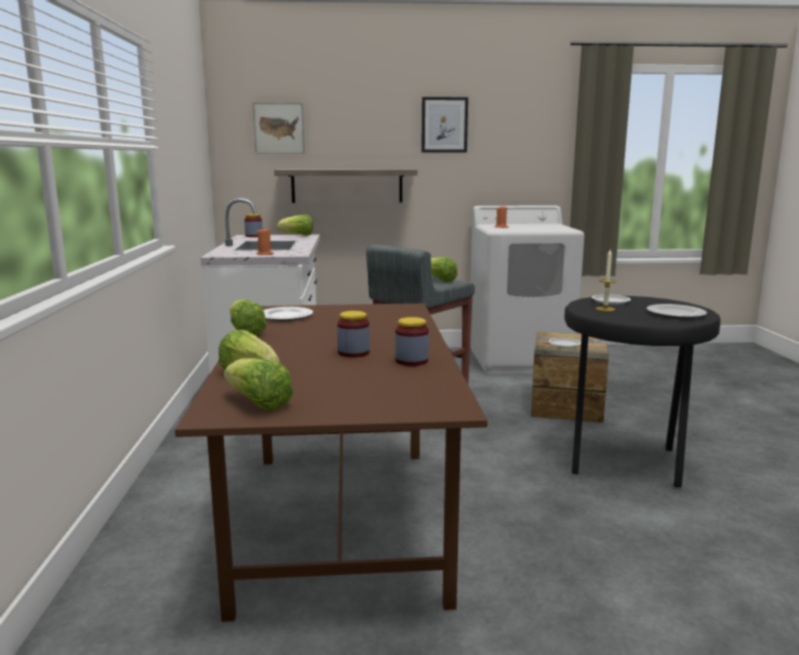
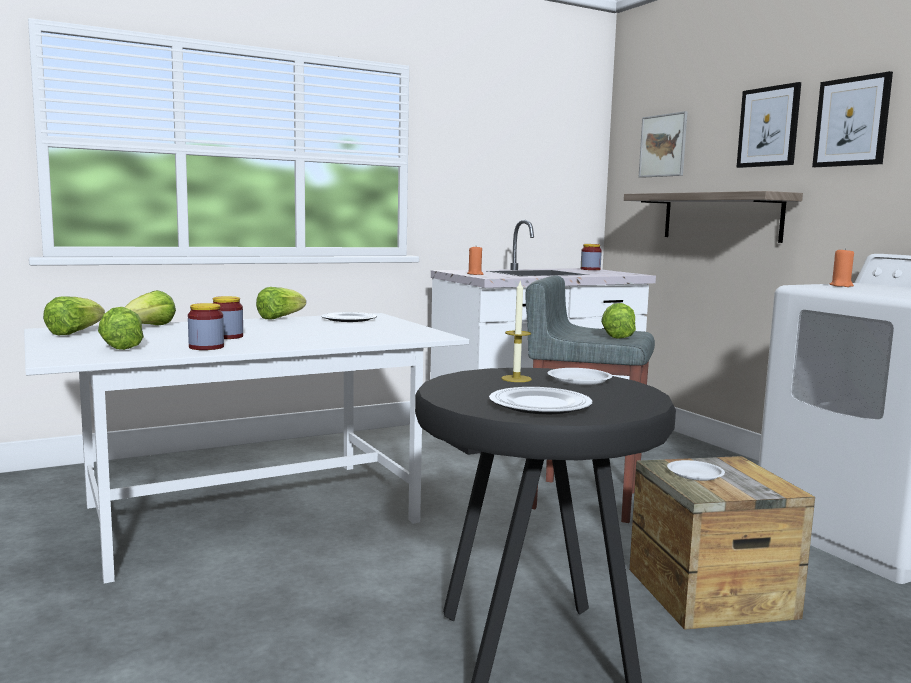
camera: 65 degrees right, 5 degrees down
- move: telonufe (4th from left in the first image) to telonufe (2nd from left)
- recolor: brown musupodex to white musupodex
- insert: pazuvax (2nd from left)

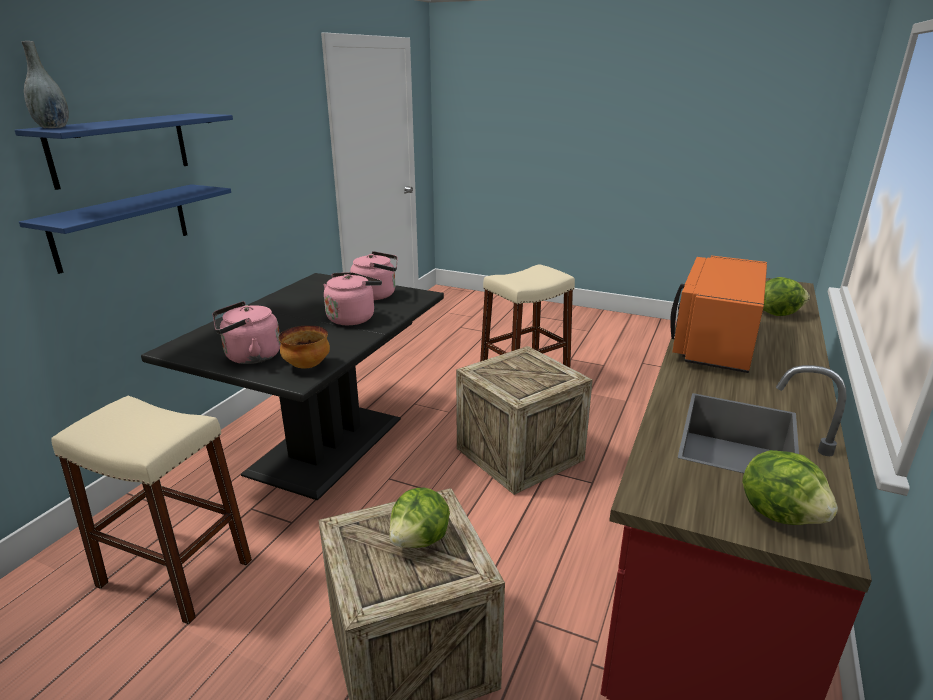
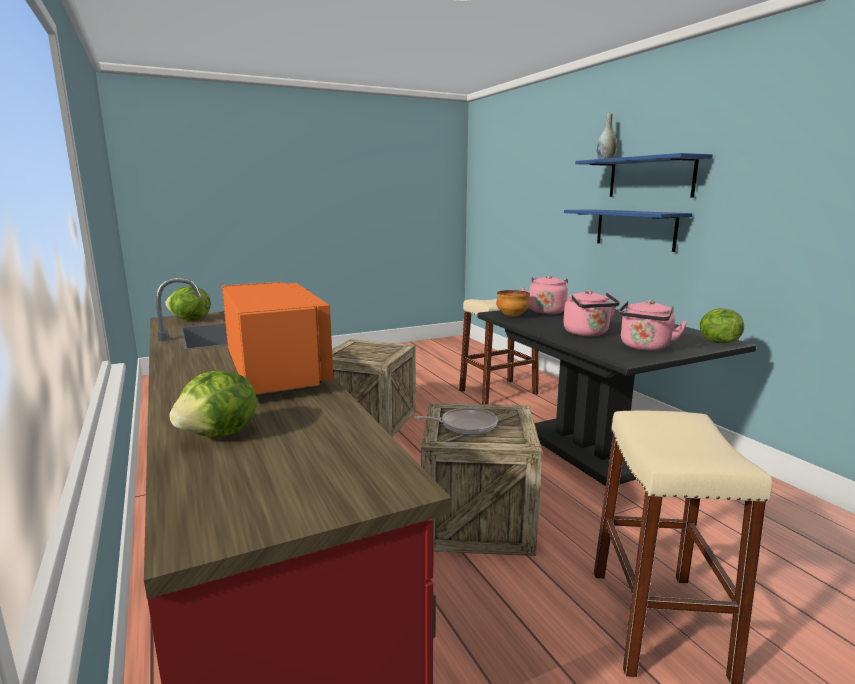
camera: 130 degrees right, 10 degrees down
- move: telonufe (1st from left in the first image) to telonufe (3rd from left)
- insert: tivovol

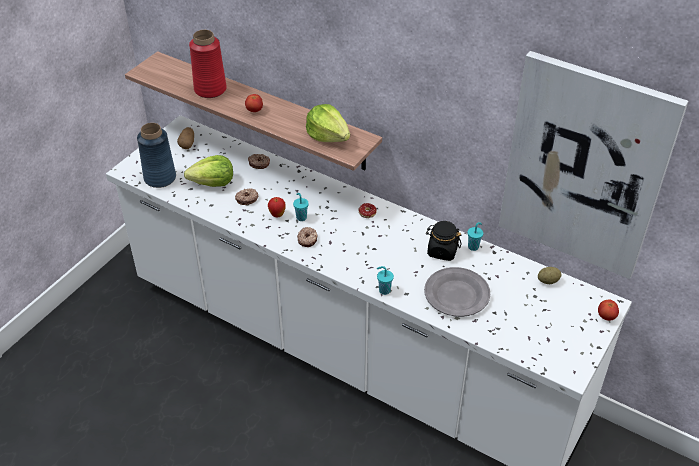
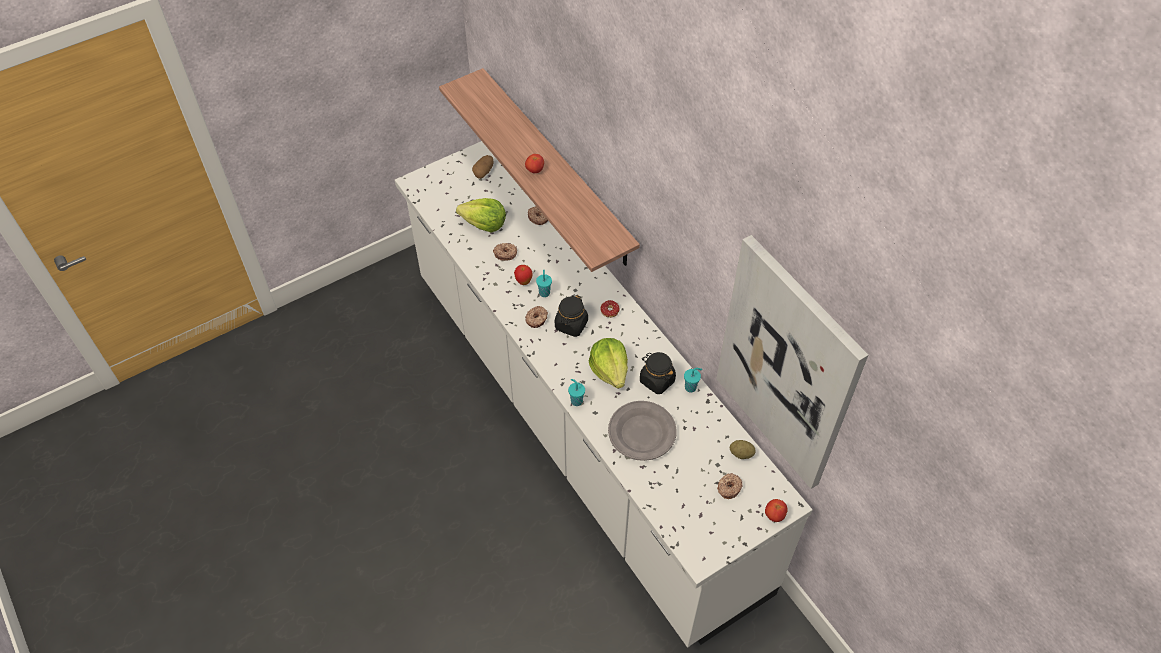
camera: 25 degrees right, 10 degrees up
- delete: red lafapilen
- move: telonufe (2nd from left)
- delete: blue lafapilen
- insert: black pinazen (1st from left)
- insert: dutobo (5th from left)

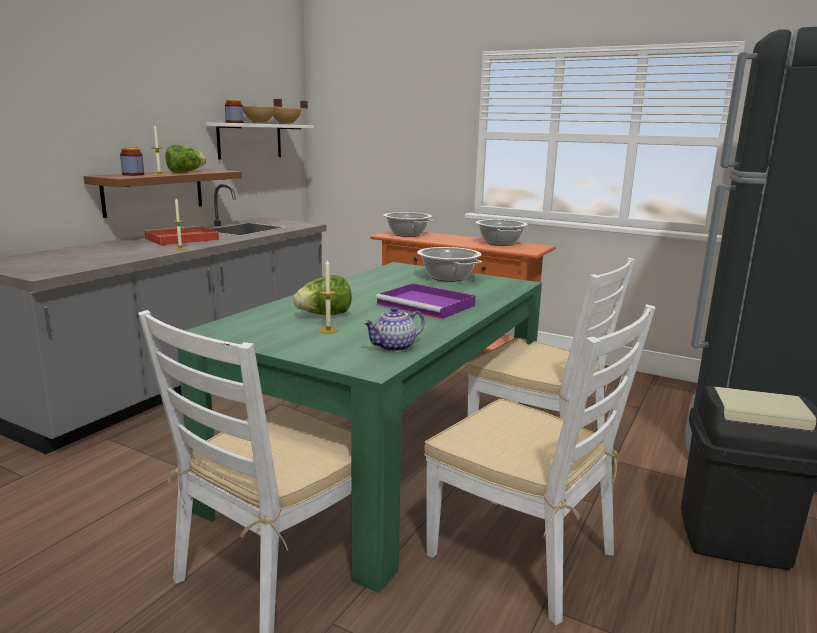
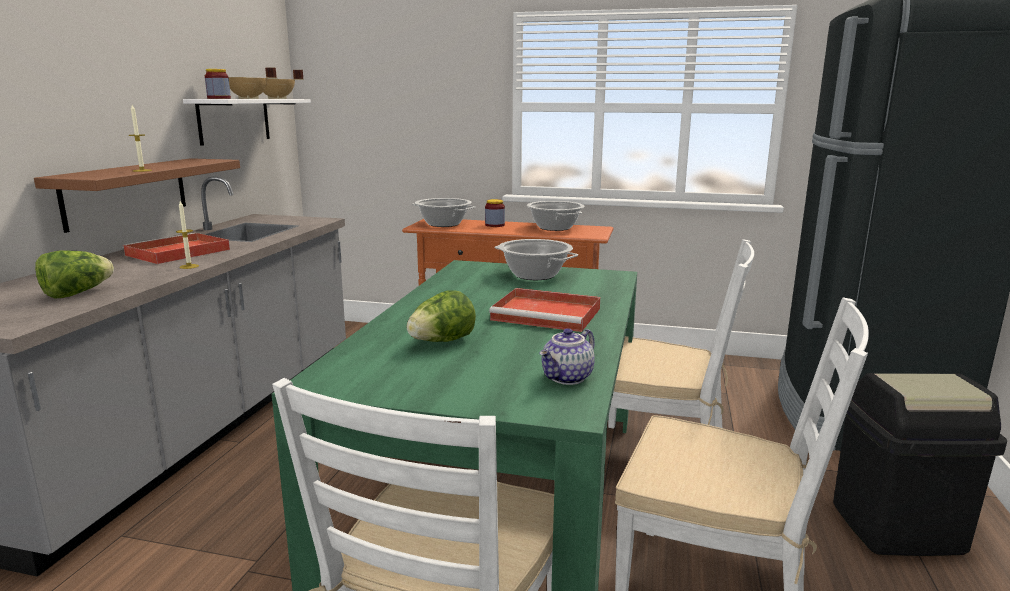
camera: 15 degrees left, 0 degrees up
- move: telonufe (1st from left)
- move: pinazen (1st from left in the first image) to pinazen (2nd from left)
- delete: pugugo (3rd from left)
- recolor: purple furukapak to red furukapak (2nd from left)

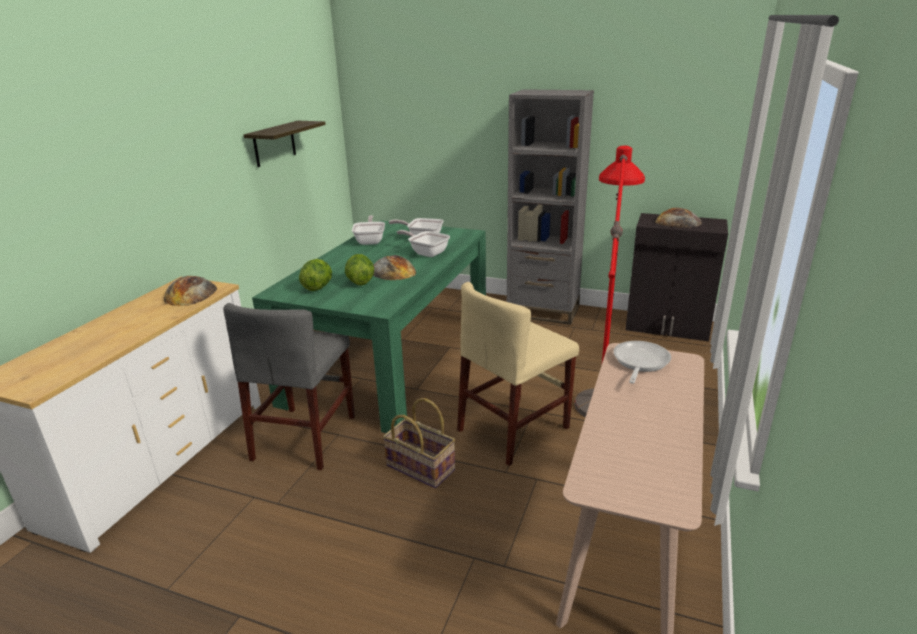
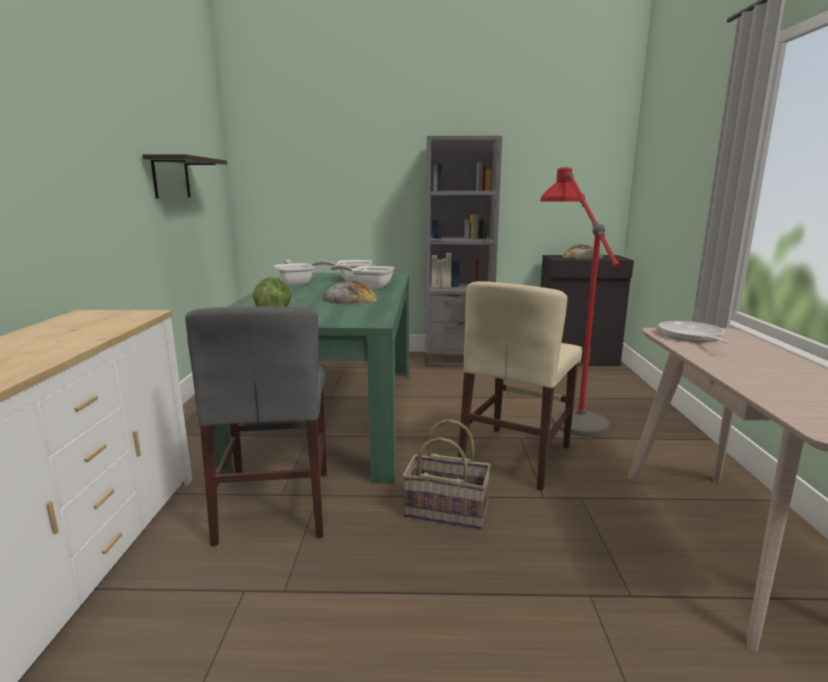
camera: 20 degrees left, 10 degrees down
- delete: telonufe (2nd from left)
- delete: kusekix (1st from left)

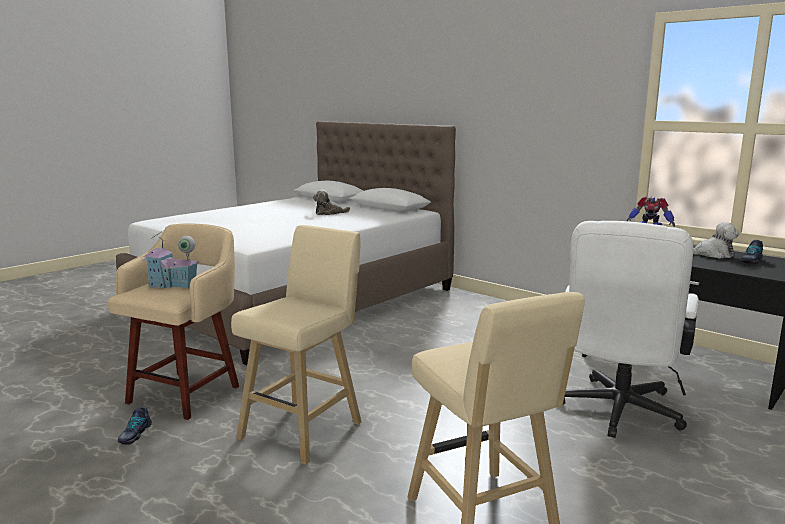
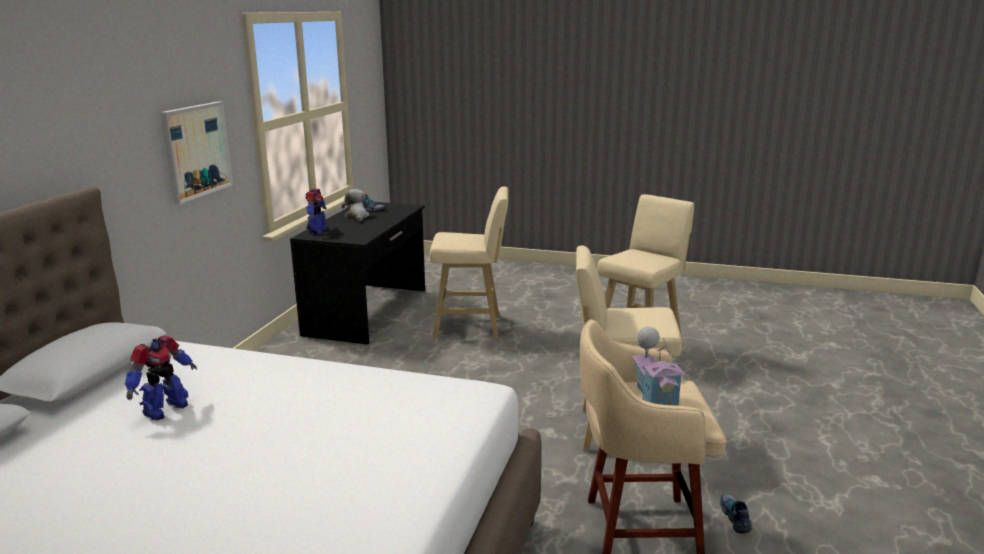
camera: 115 degrees left, 5 degrees up
- replace: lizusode (1st from left) to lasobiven (1st from left)
- replace: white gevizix to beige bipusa (1st from left)
- rotate: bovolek (1st from left in the first image) 75 degrees counterclockwise
- insert: pazuvax

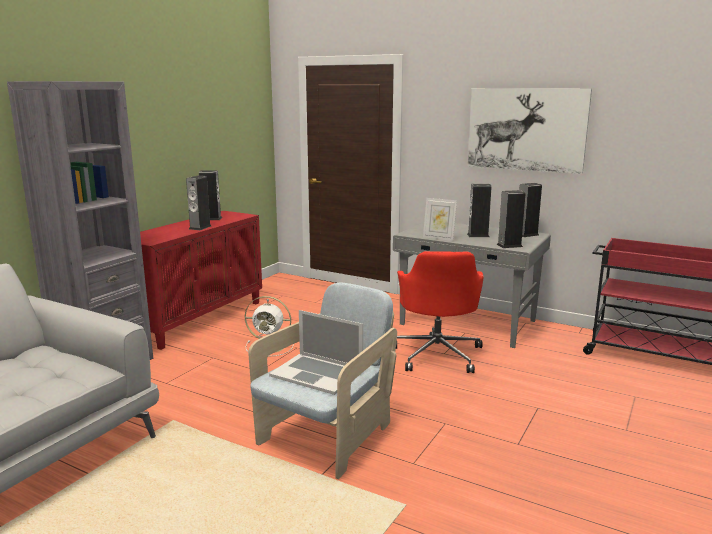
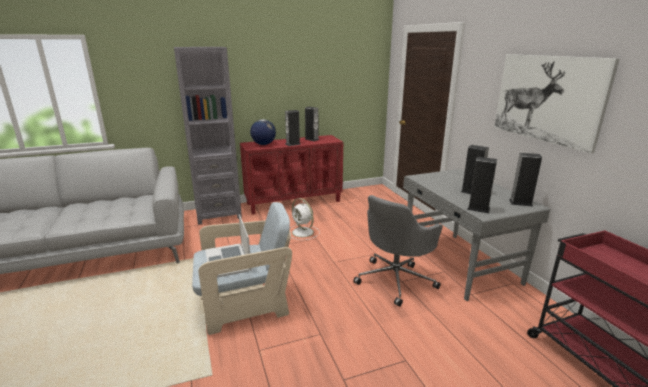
camera: 40 degrees right, 5 degrees up
- delete: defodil
- recolor: red gevizix to grey gevizix
- insert: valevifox

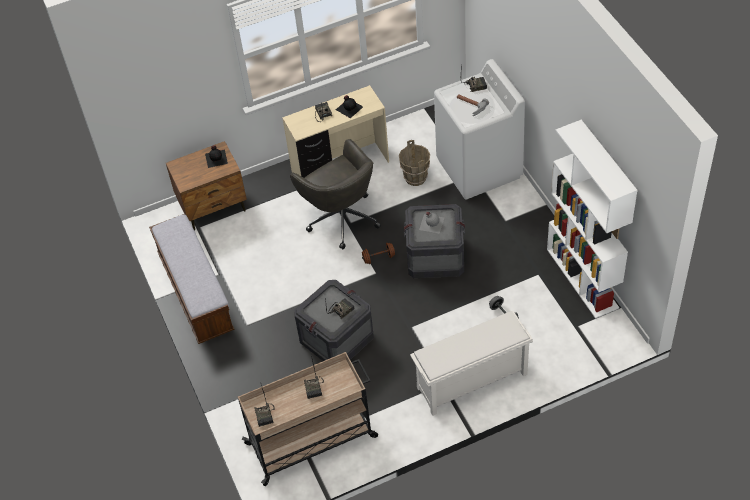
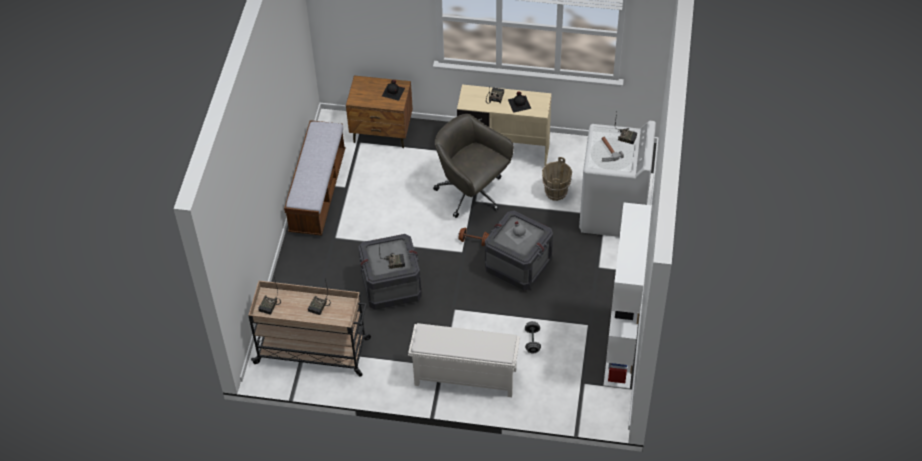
camera: 30 degrees right, 0 degrees up
- rotate: grey gevizix 135 degrees clockwise

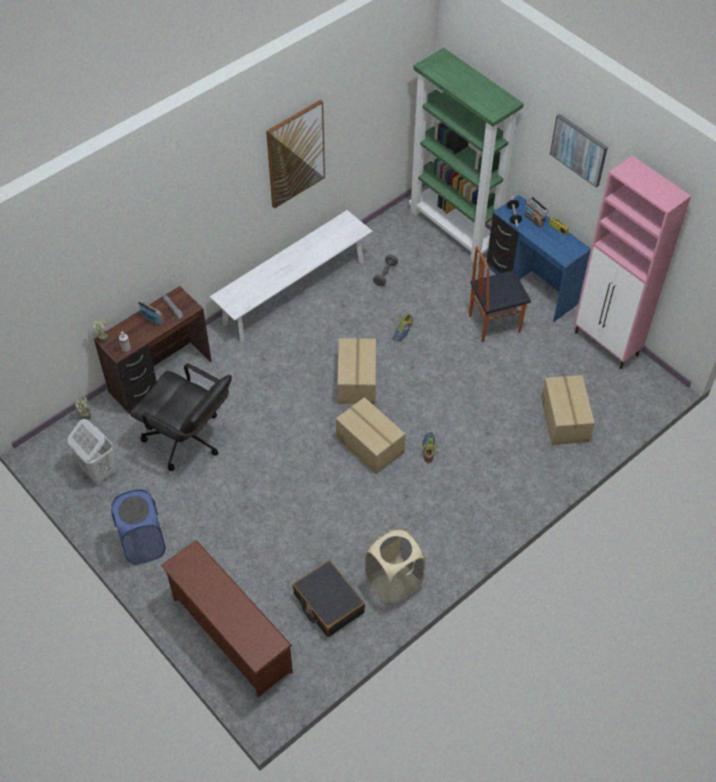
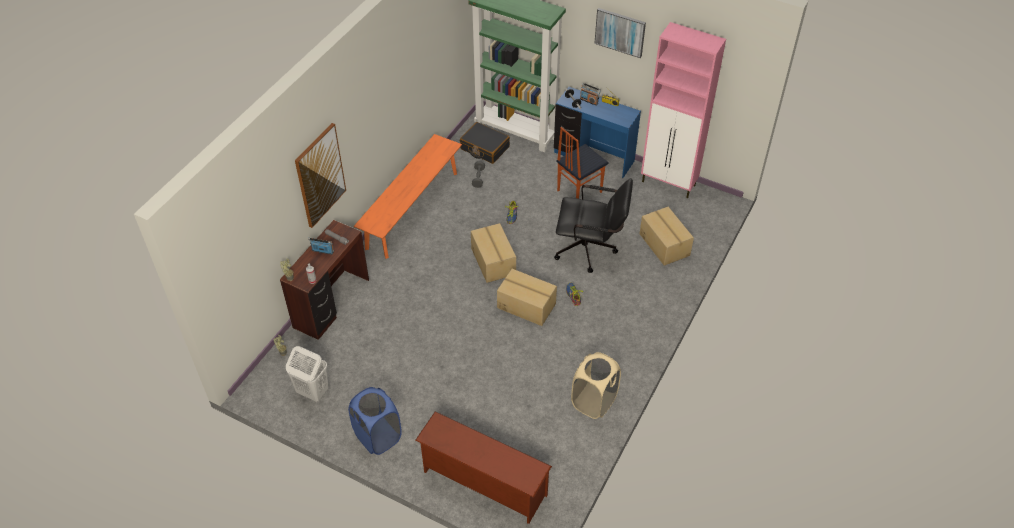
camera: 20 degrees left, 5 degrees down
- move: pazuvax (1st from left)
- recolor: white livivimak to orange livivimak
- move: black gevizix
- move: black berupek

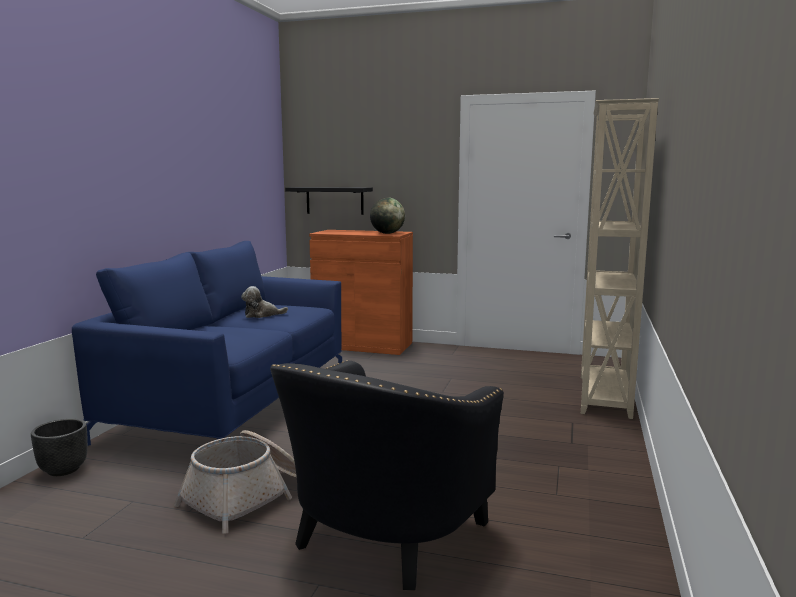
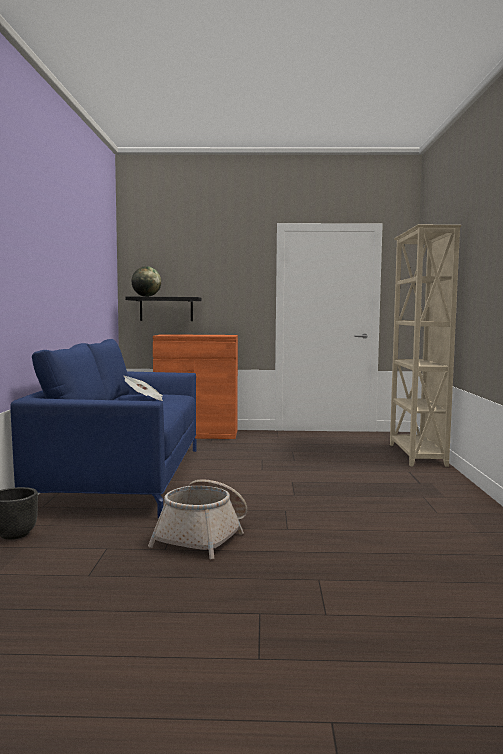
camera: 15 degrees left, 5 degrees down
- move: valevifox
- replace: lizusode to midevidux
- delete: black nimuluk

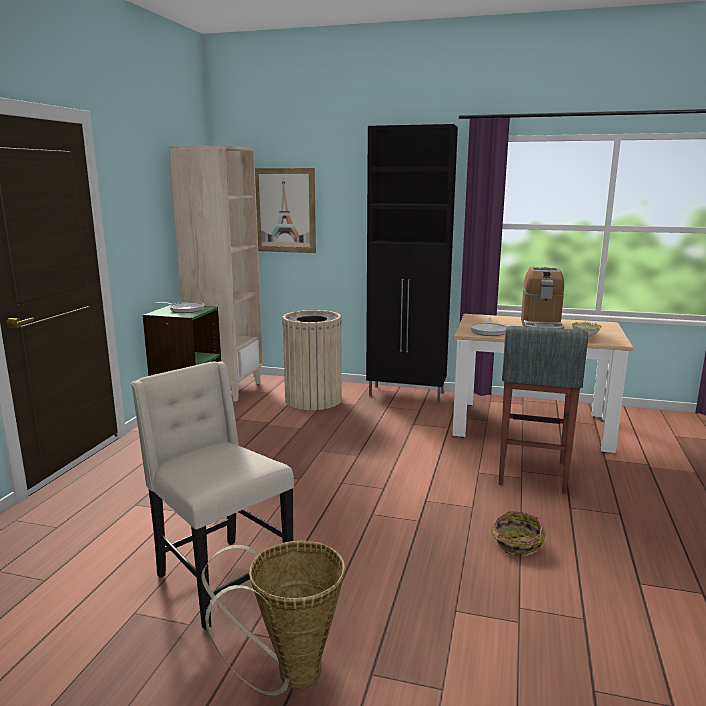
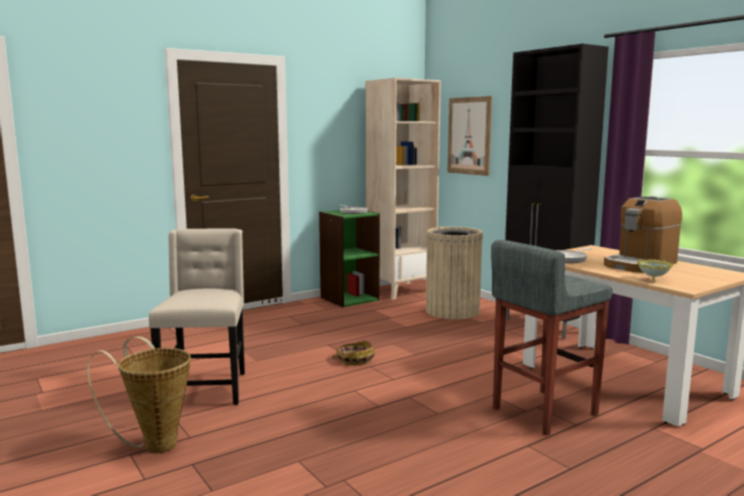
camera: 40 degrees right, 5 degrees down
- move: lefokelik (2nd from left)

